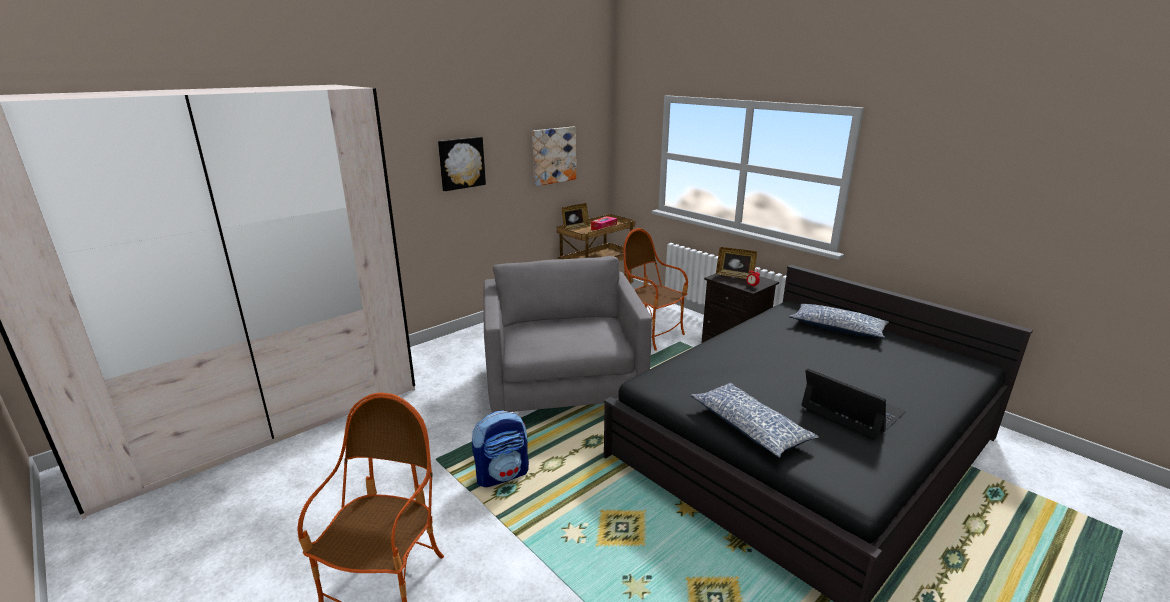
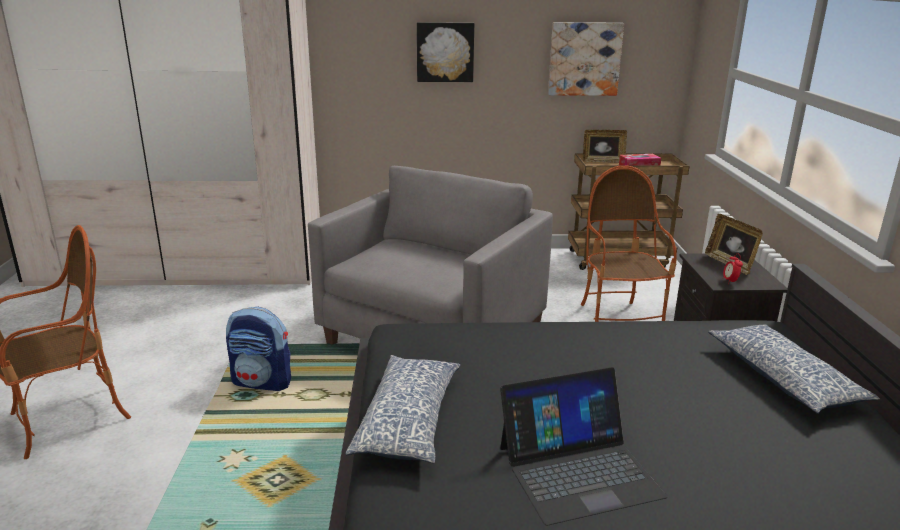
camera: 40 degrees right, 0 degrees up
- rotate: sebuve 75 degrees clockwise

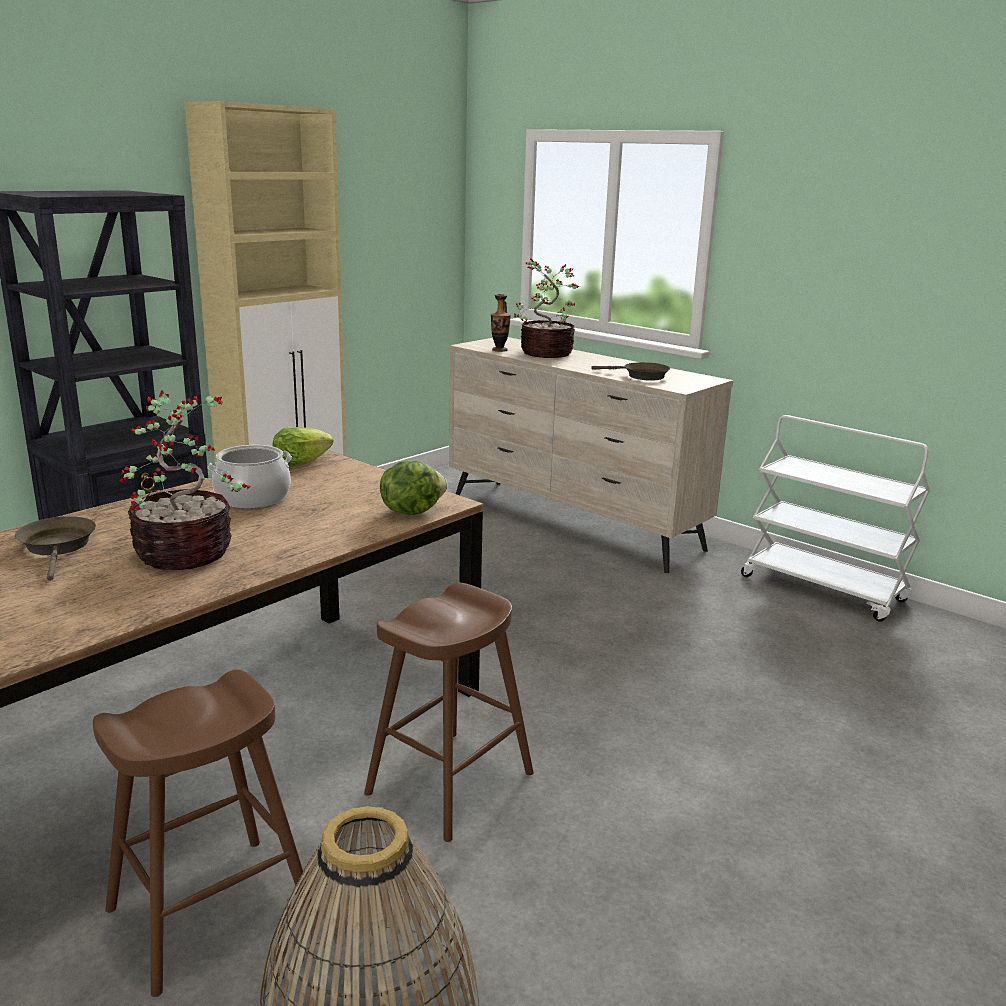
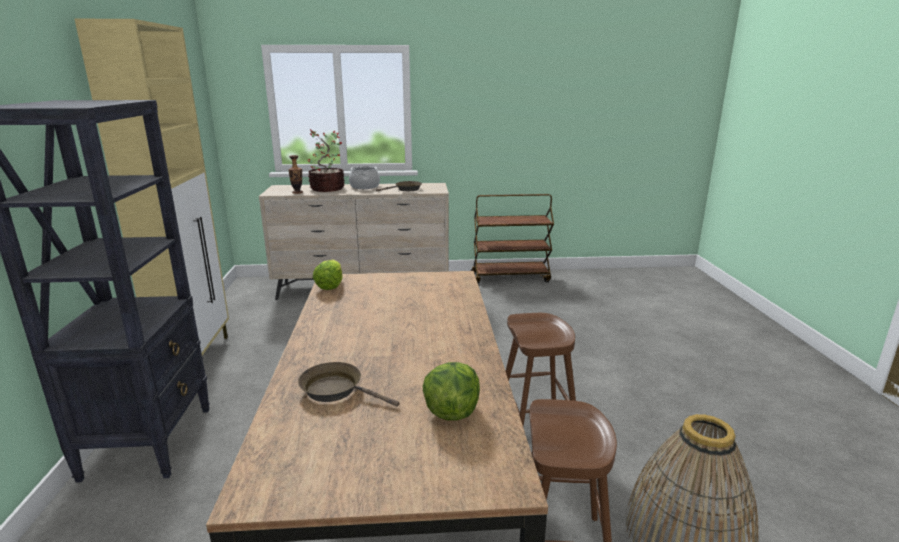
camera: 45 degrees left, 0 degrees up
- delete: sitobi (1st from left)
- recolor: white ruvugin to brown ruvugin
- move: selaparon
- move: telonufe (2nd from left)

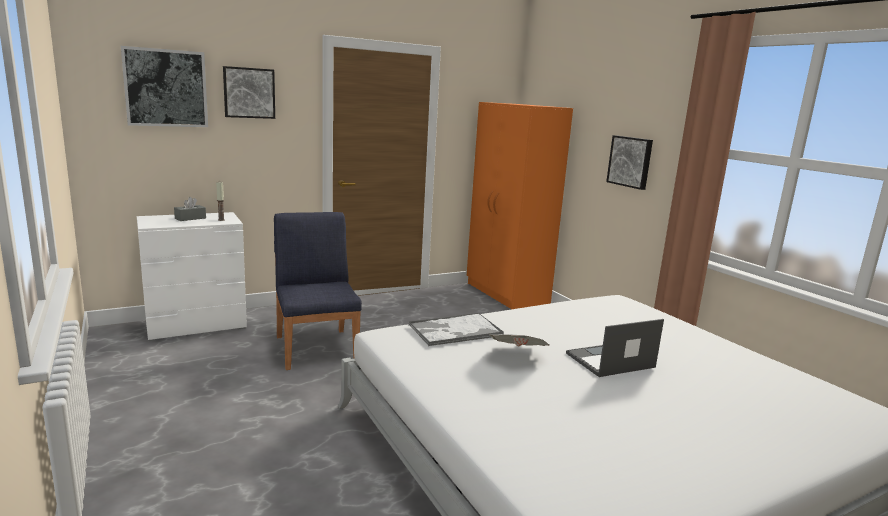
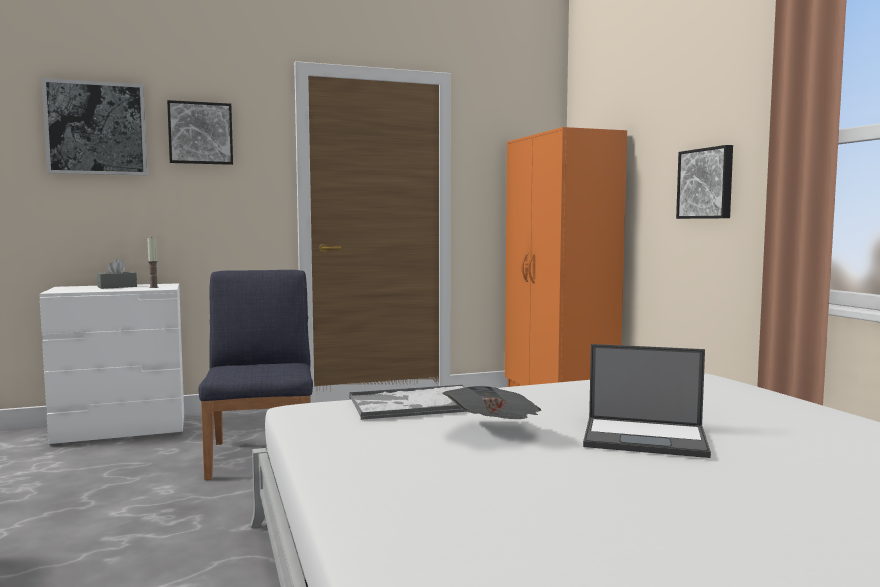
camera: 10 degrees right, 10 degrees down
- rotate: sebuve 150 degrees counterclockwise

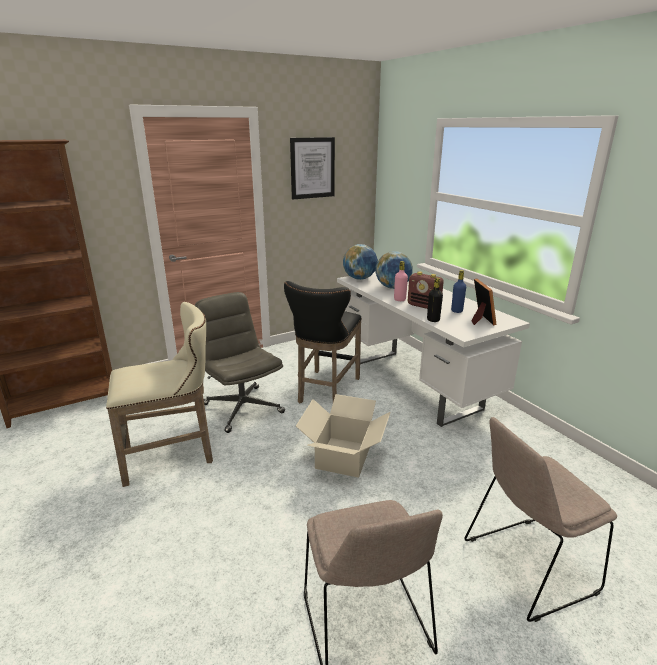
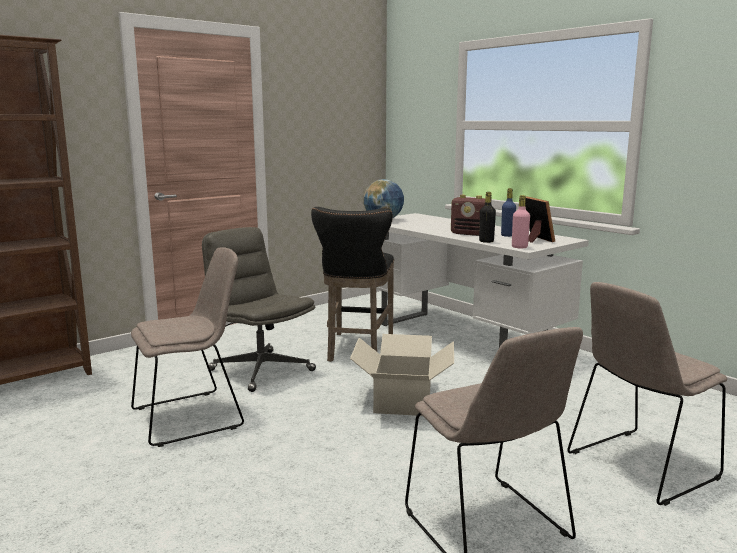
camera: 10 degrees left, 10 degrees down
- delete: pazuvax
- delete: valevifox (2nd from left)
- move: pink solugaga
- replace: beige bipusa to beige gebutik (1st from left)

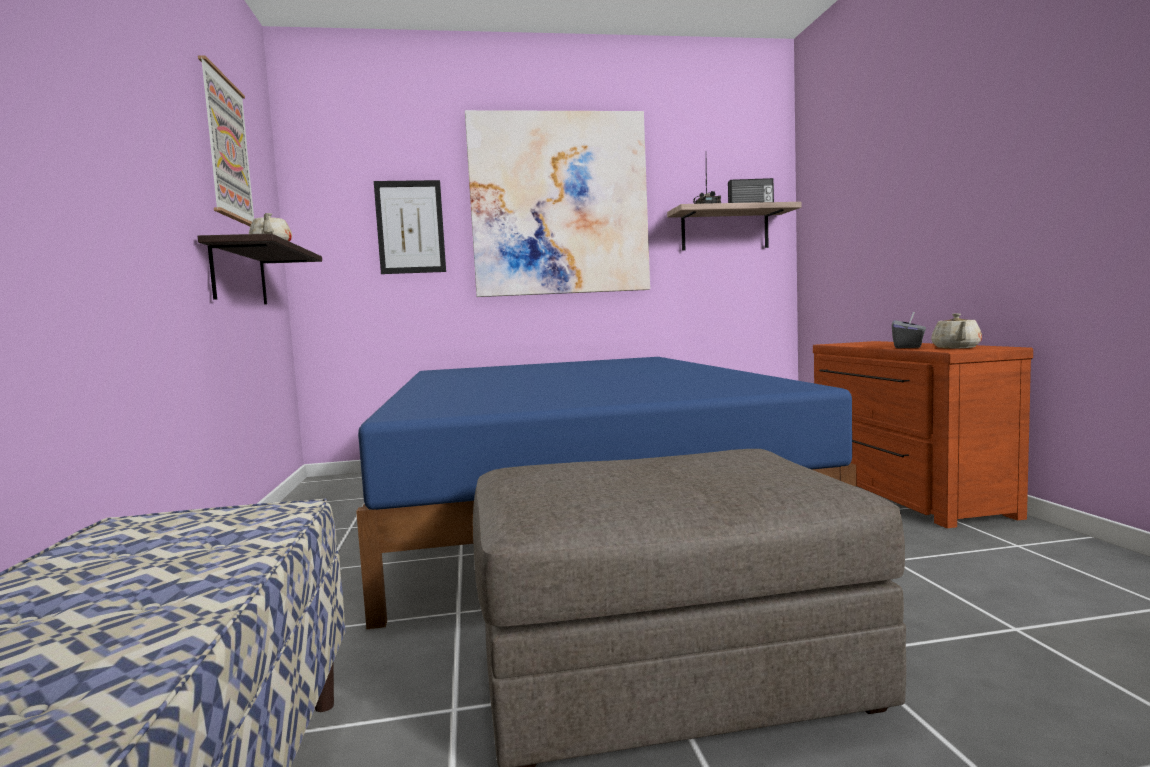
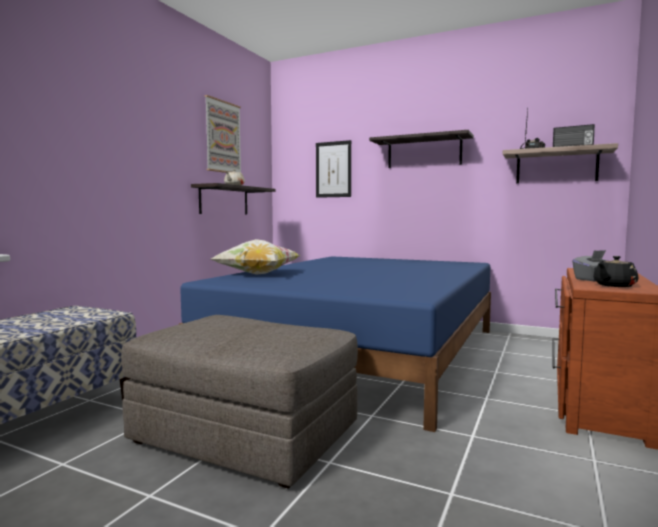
camera: 35 degrees right, 0 degrees up
- replace: pazuvax (3rd from left) to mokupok (2nd from left)
- recolor: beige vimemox (2nd from left) to black vimemox
- insert: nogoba

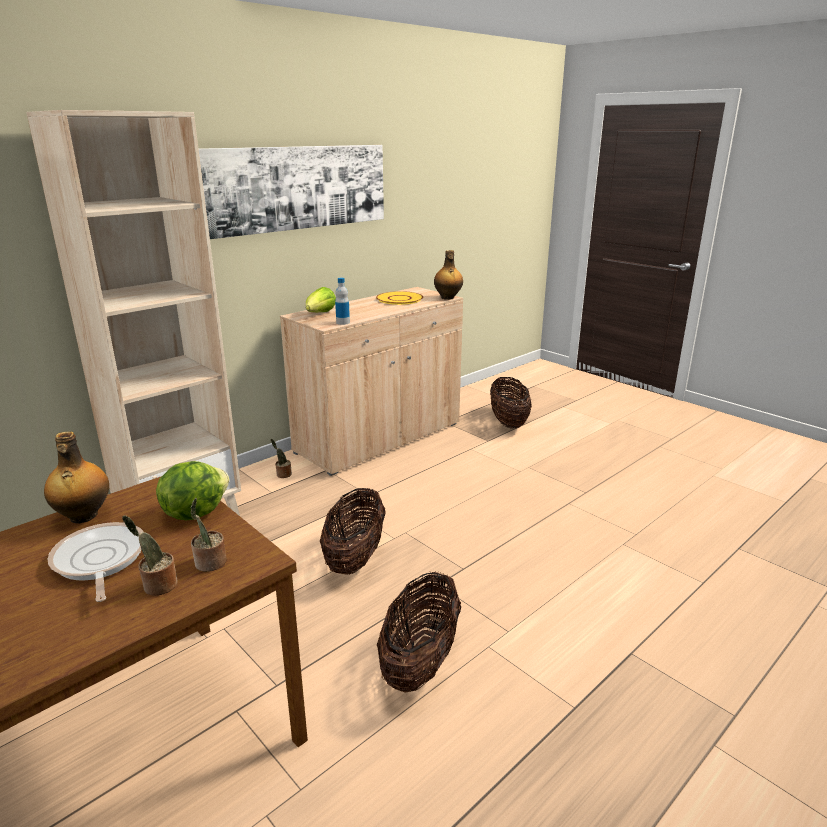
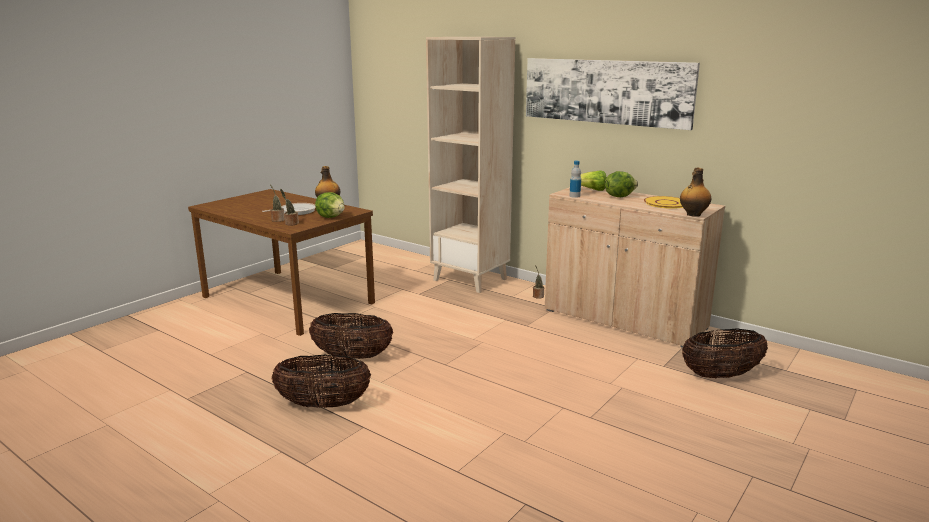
camera: 80 degrees right, 5 degrees down
- move: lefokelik (1st from left)
- insert: telonufe (3rd from left)

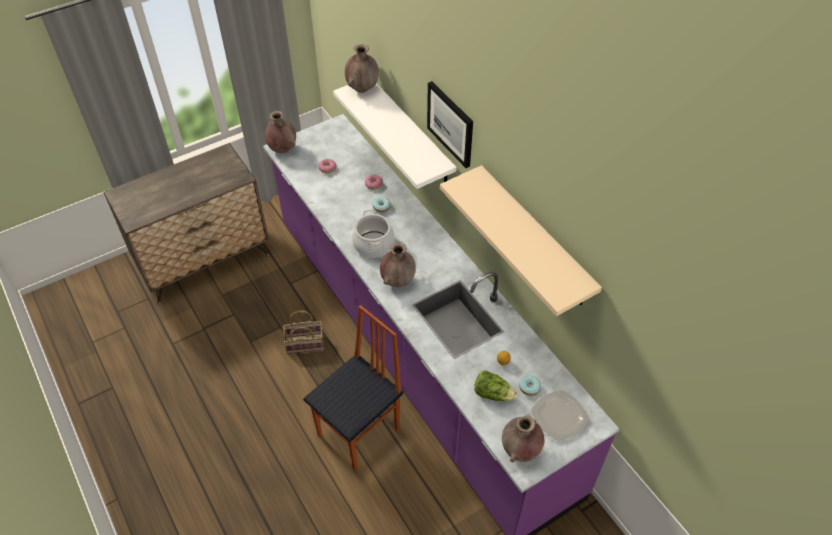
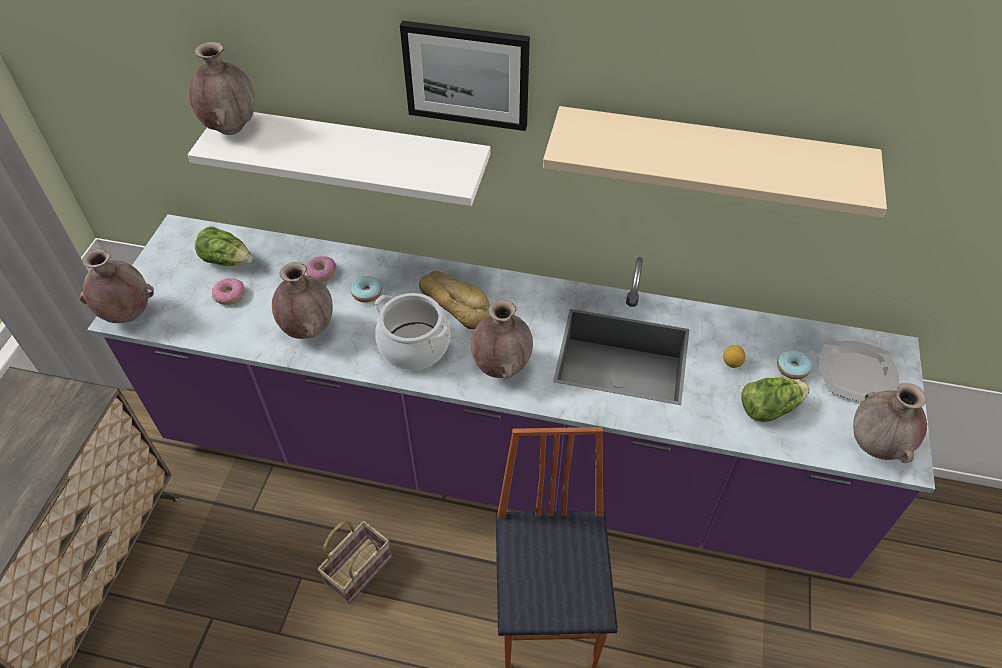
camera: 45 degrees left, 0 degrees up
- insert: telonufe (1st from left)
- insert: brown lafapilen (3rd from left)
- insert: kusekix

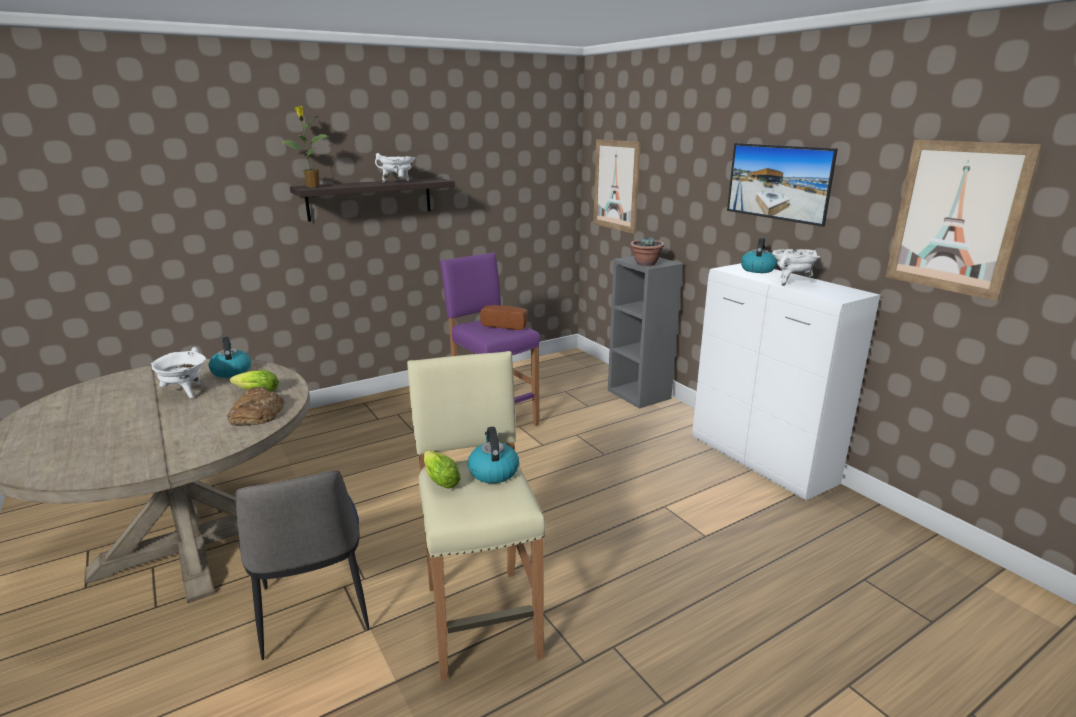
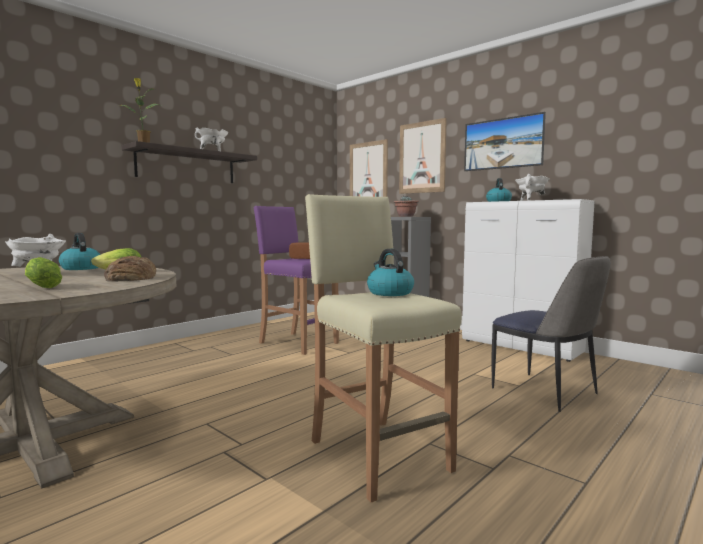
camera: 15 degrees left, 15 degrees down
- move: pazuvax (3rd from left in the first image) to pazuvax (2nd from left)
- move: telonufe (2nd from left in the first image) to telonufe (1st from left)
- move: gebutik

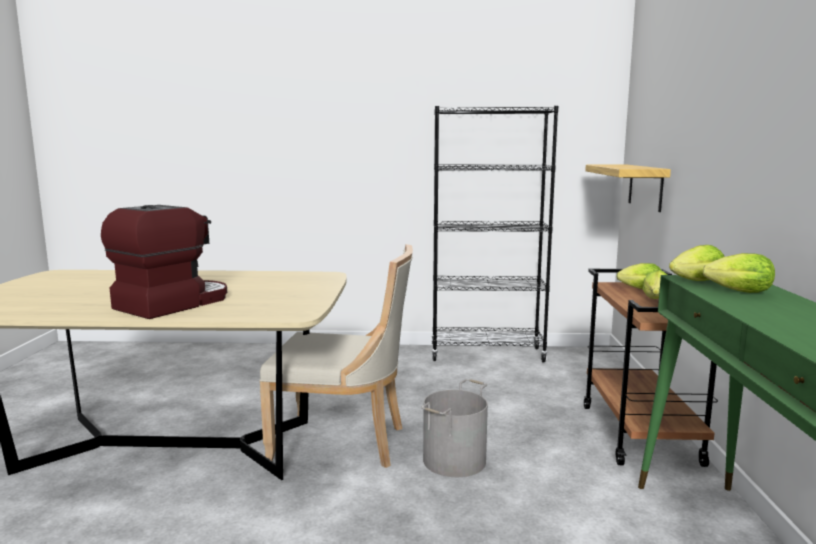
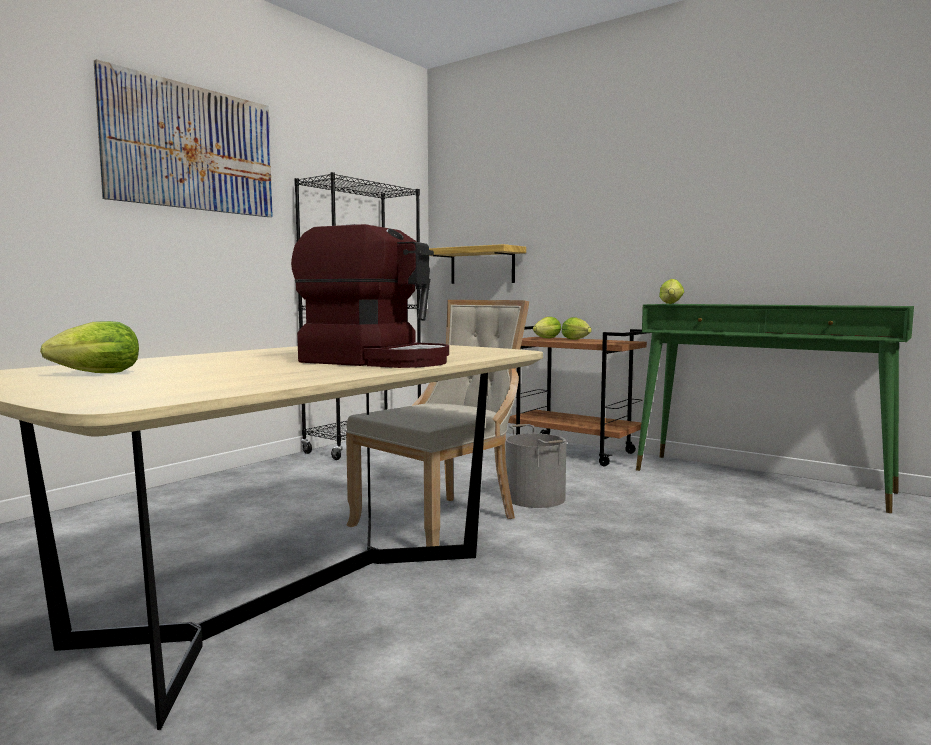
camera: 55 degrees left, 5 degrees down
- rotate: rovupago 135 degrees clockwise
- move: telonufe (4th from left in the first image) to telonufe (1st from left)
- insert: pazuvax

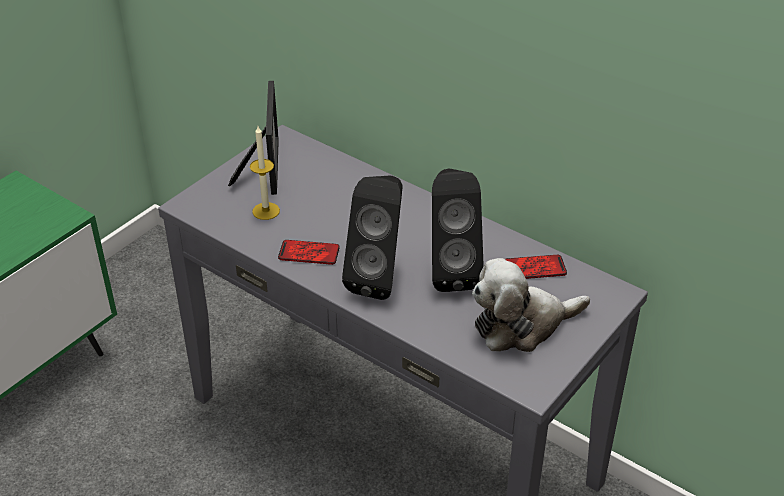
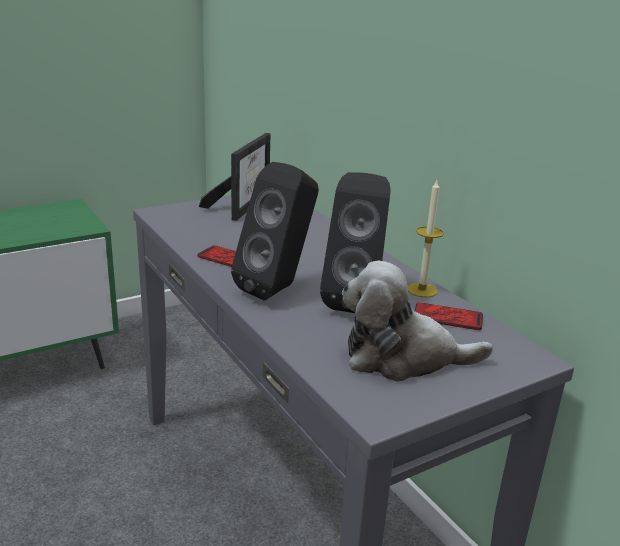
camera: 20 degrees right, 15 degrees down
- move: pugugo

